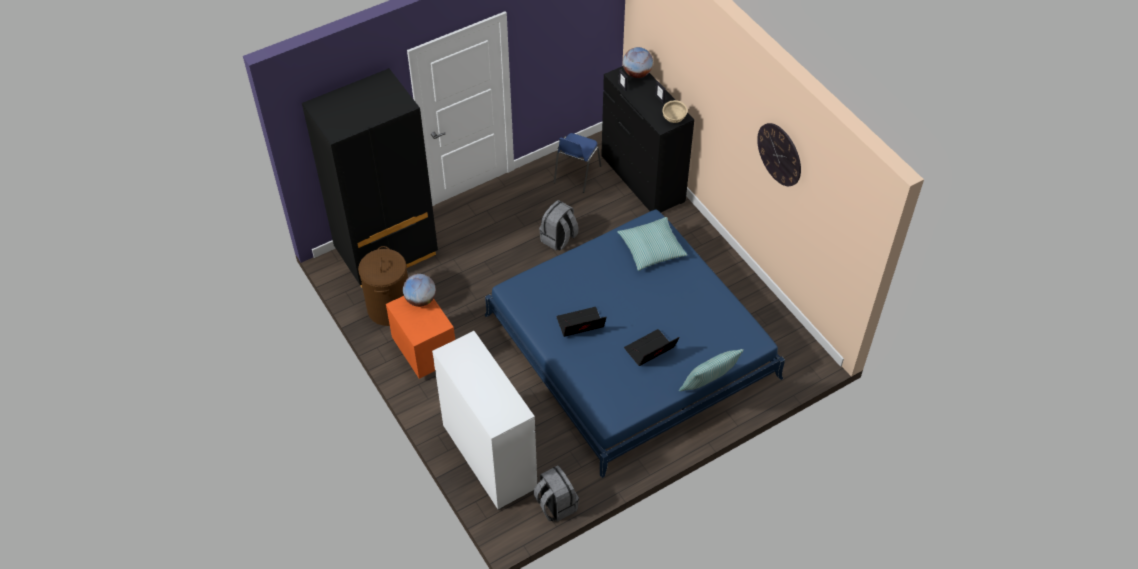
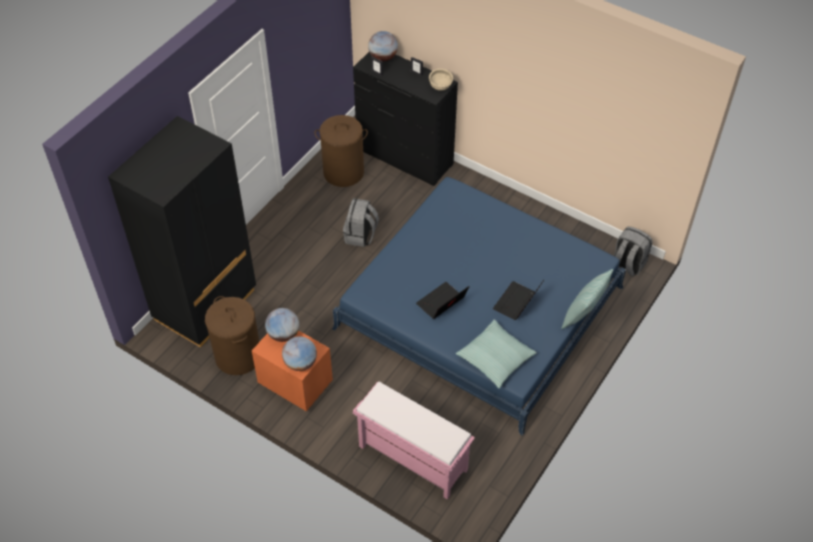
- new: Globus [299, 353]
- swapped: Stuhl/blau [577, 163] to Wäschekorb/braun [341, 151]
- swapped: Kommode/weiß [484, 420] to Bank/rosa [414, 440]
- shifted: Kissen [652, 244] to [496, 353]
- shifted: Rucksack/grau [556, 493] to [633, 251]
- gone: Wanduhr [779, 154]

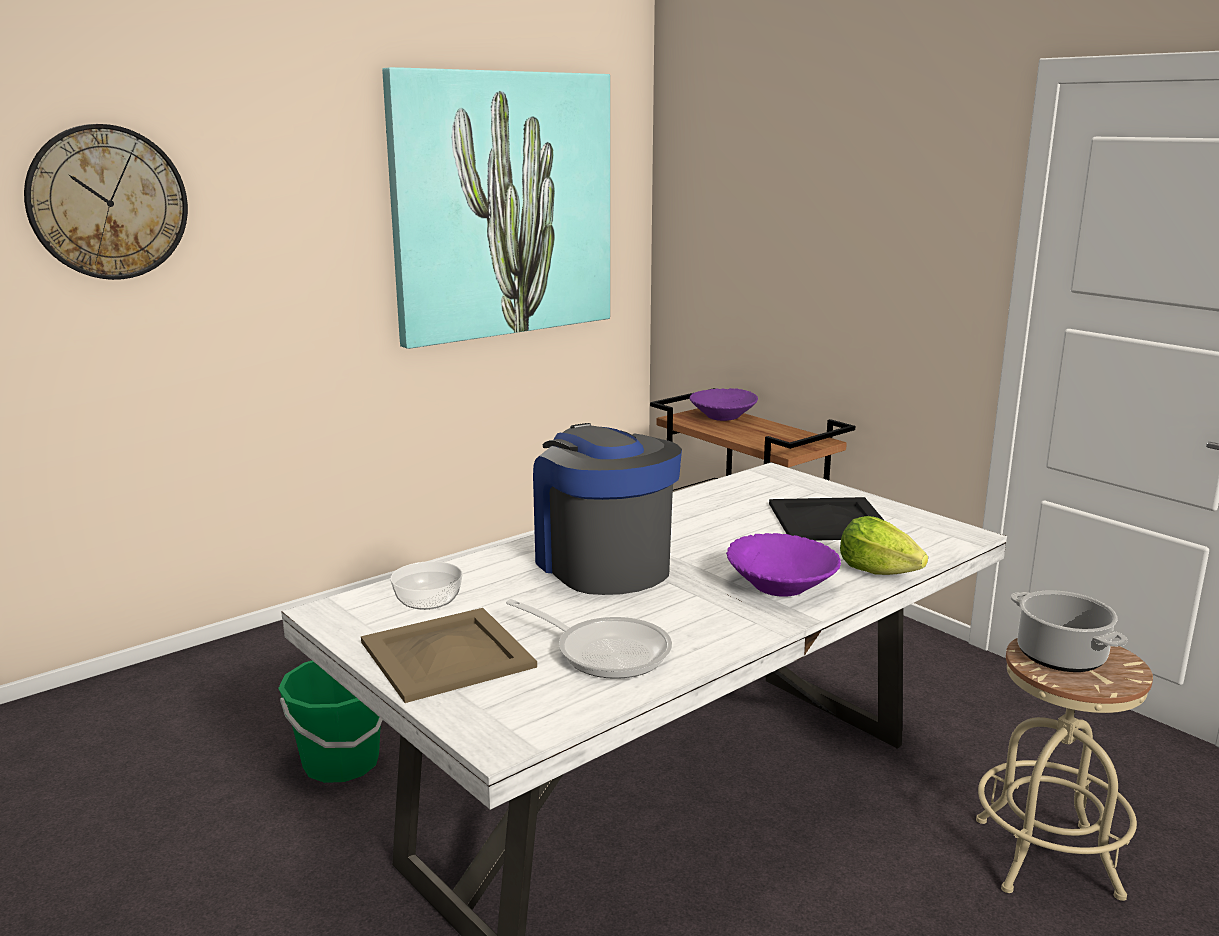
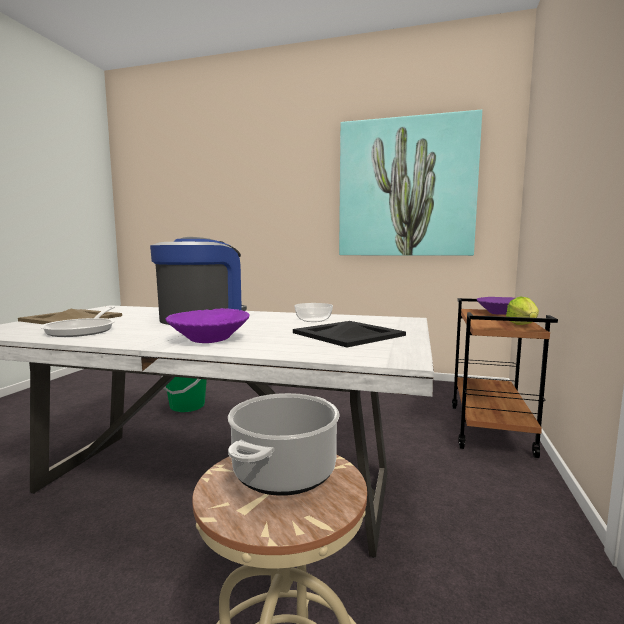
- shifted: Schüssel [426, 585] to [313, 312]
- shifted: Salatkopf [884, 545] to [522, 311]
- gone: Wanduhr [106, 202]

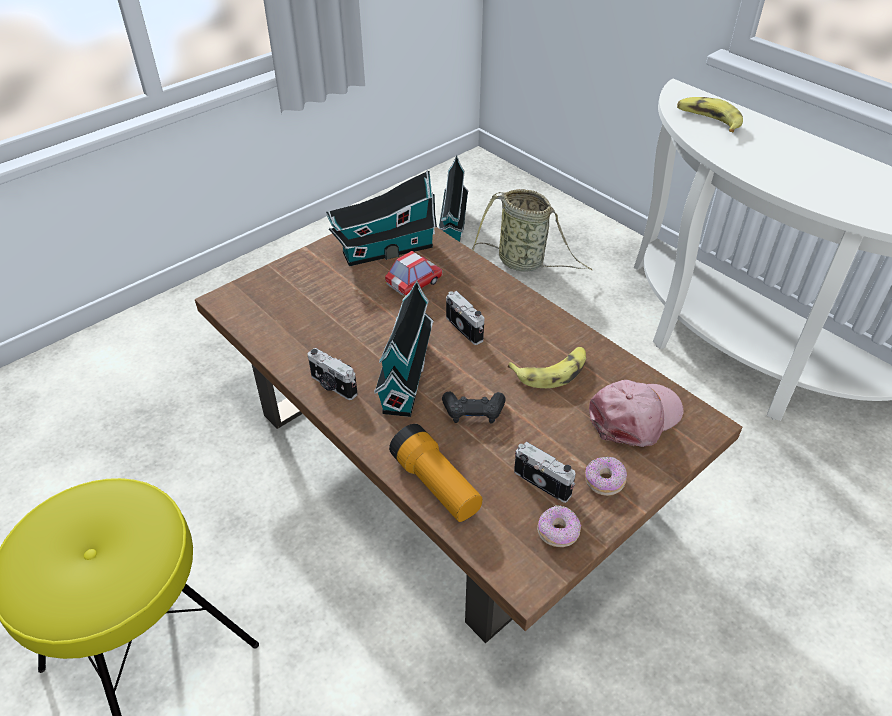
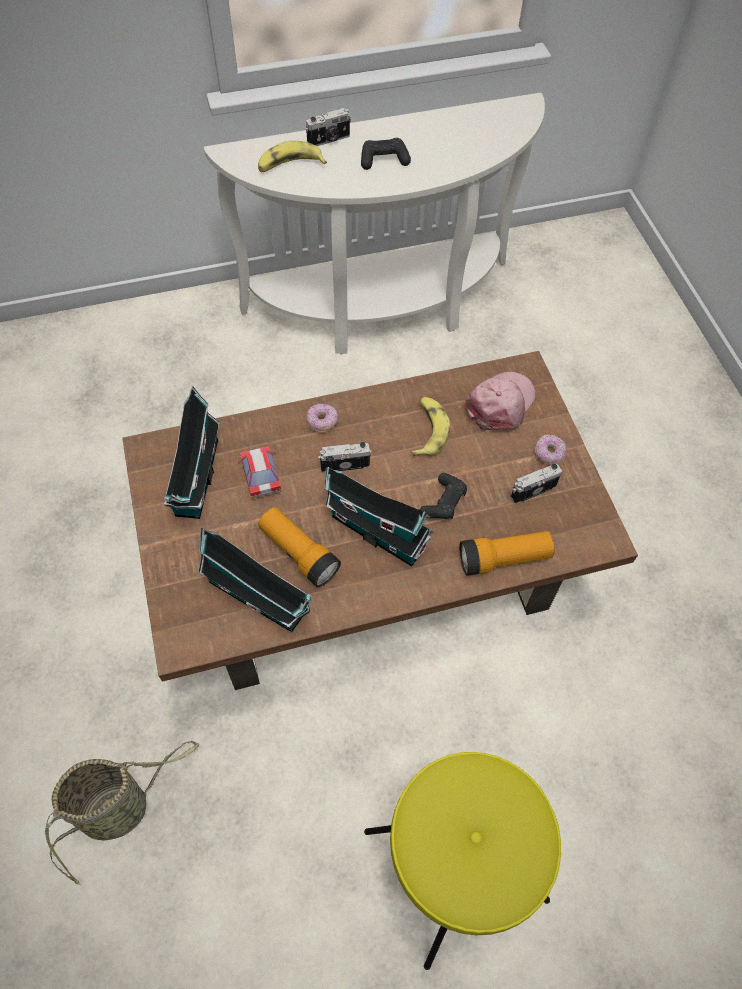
- shifted: Korb [532, 230] to [122, 813]
- shifted: Spielzeughaus [453, 198] to [255, 580]
- new: Taschenlampe [299, 547]
- shifted: Kamera [333, 374] to [328, 127]
- shifted: Donut [559, 526] to [322, 418]
- new: Gamepad/schwarz [386, 154]
- rotated: Kappe/rosa [636, 413] = [500, 401] 45 degrees clockwise

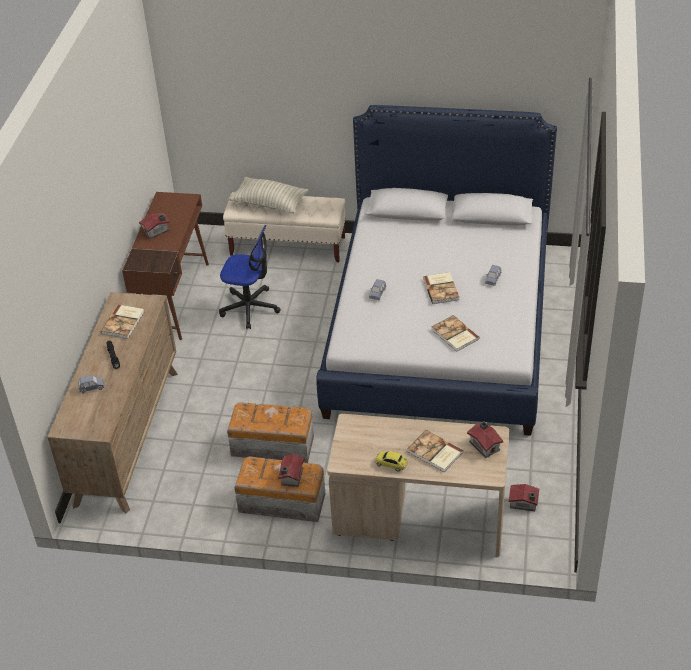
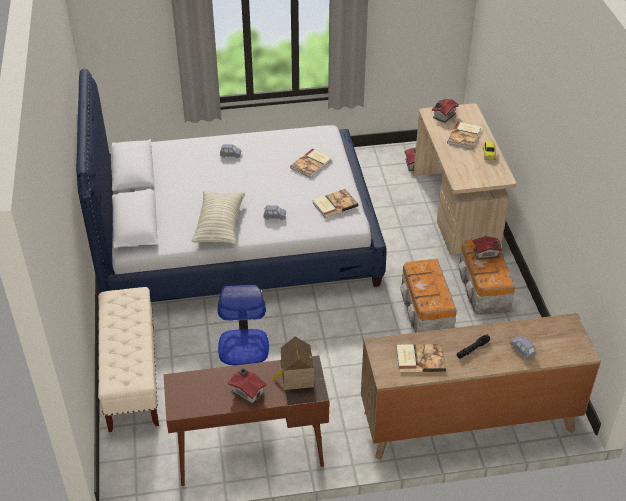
- shifted: Kissen [268, 195] to [218, 218]
- new: Spielzeughaus [293, 363]
- shifted: Buch [441, 288] to [335, 203]

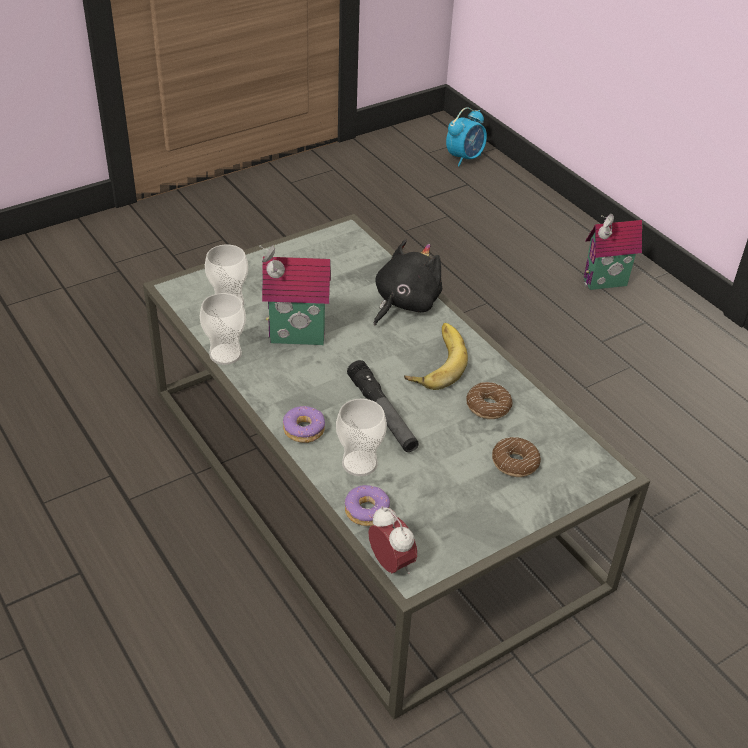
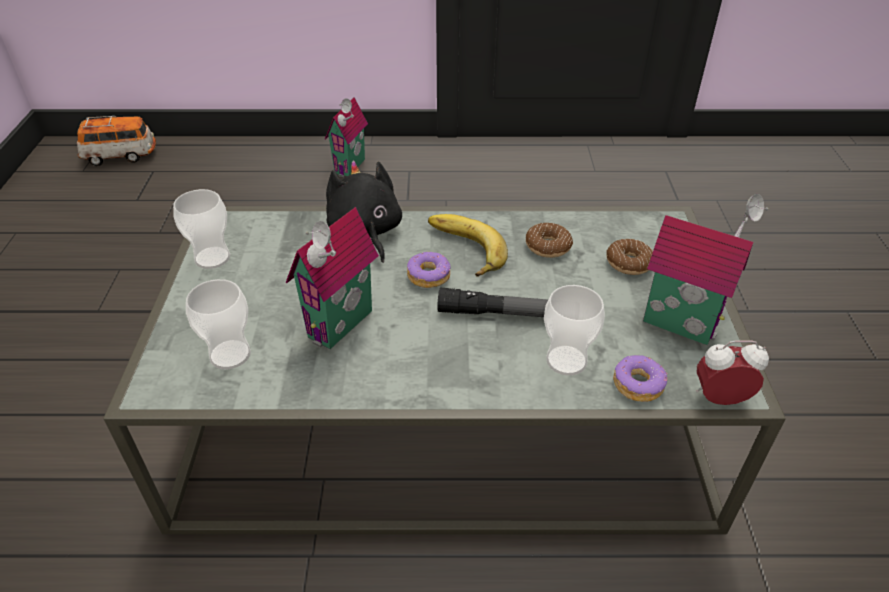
- swapped: Wecker [466, 136] to Spielzeugauto [116, 141]
- shifted: Tasse [223, 329] to [201, 229]
- shifted: Donut [304, 424] to [429, 270]
- new: Spielzeughaus [706, 269]

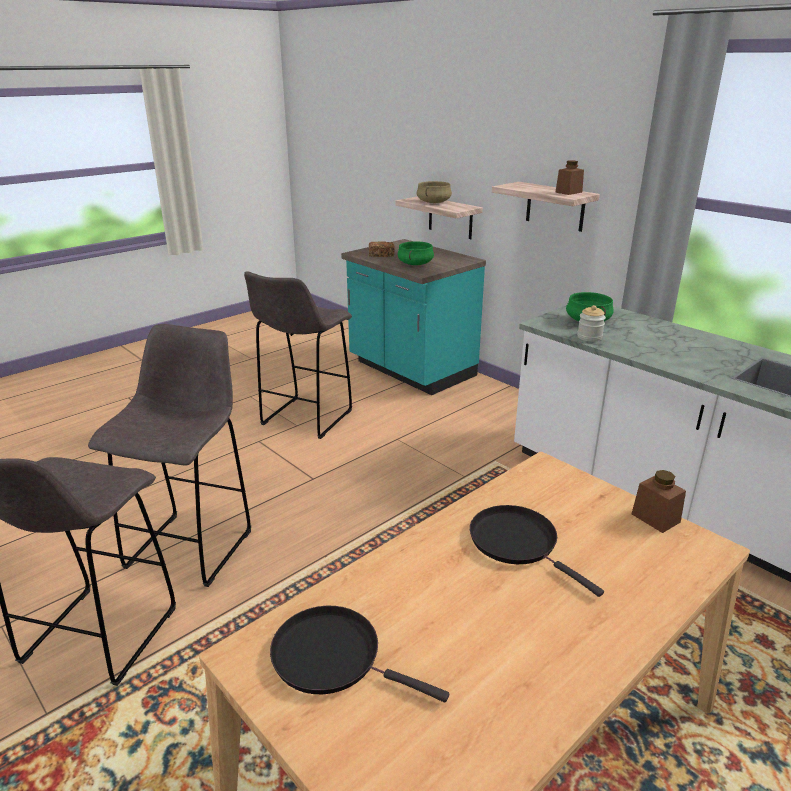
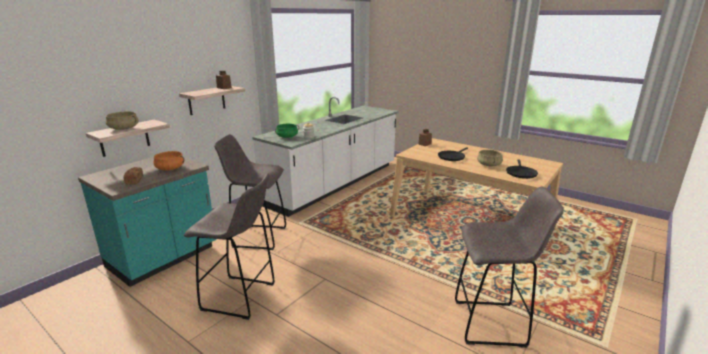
- repainted: Kochtopf/grün [415, 253] to Kochtopf/orange [168, 160]
- shifted: Hocker/grau [169, 455] to [250, 192]
- new: Kochtopf/beige [490, 158]

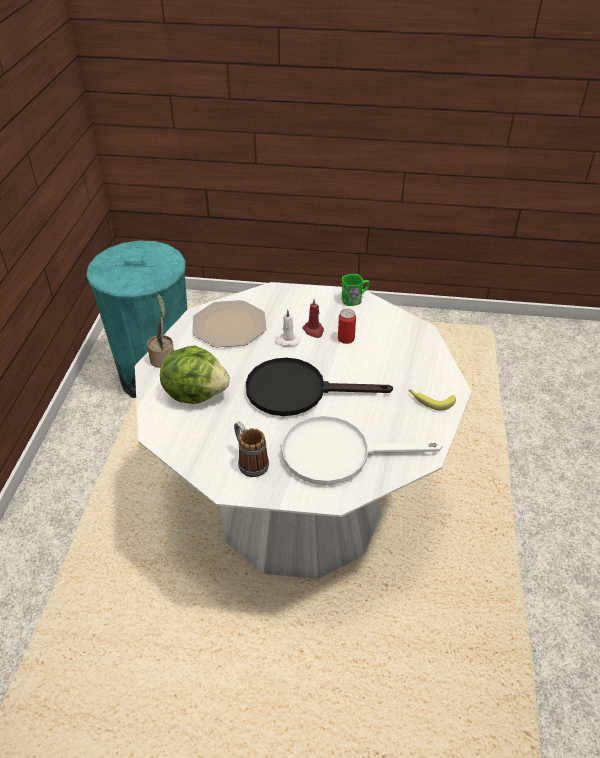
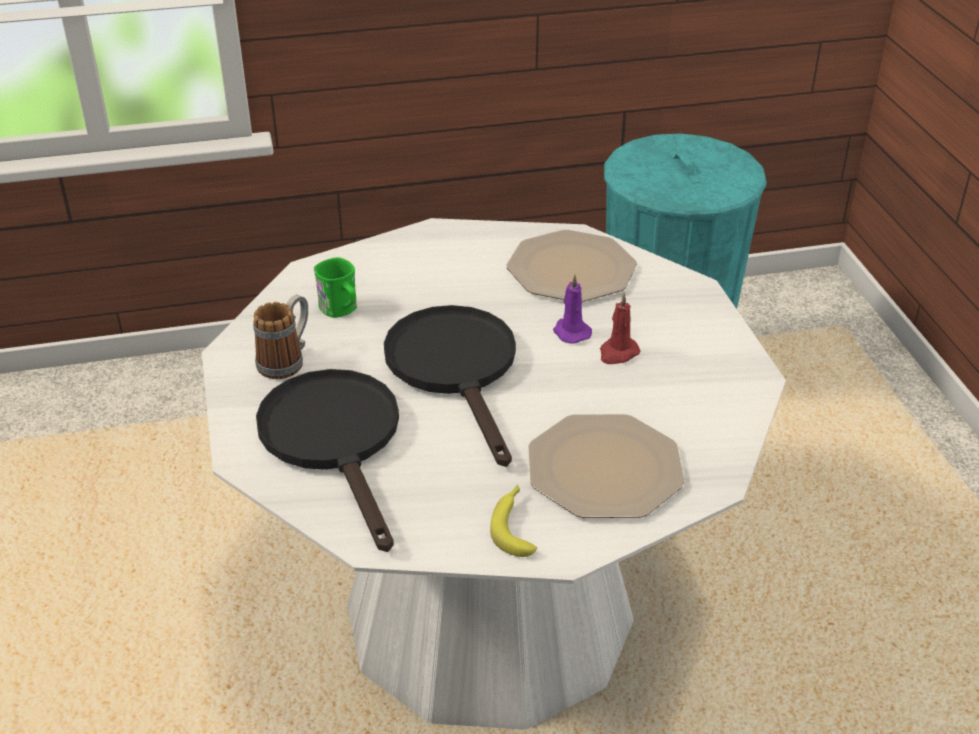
- repainted: Pfanne/weiß [362, 450] to Pfanne/schwarz [327, 460]
- shifted: Henkelbecher/grün [355, 290] to [335, 287]
- new: Teller [607, 466]
- repainted: Kerze/weiß [287, 328] to Kerze/lila [572, 309]
- gone: Topfpflanze [160, 331]
- gone: Salatkopf [195, 375]
- gone: Dose [347, 326]

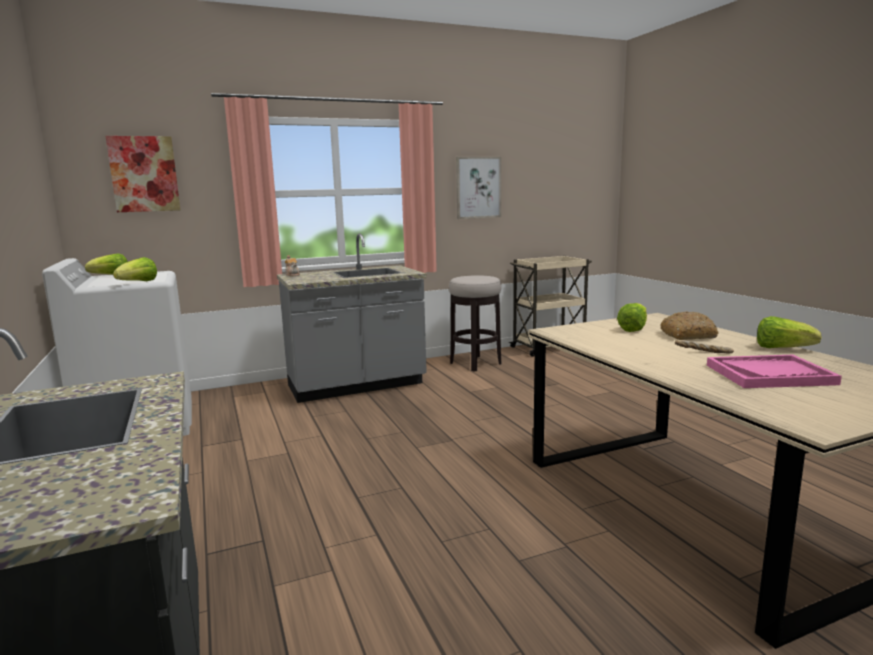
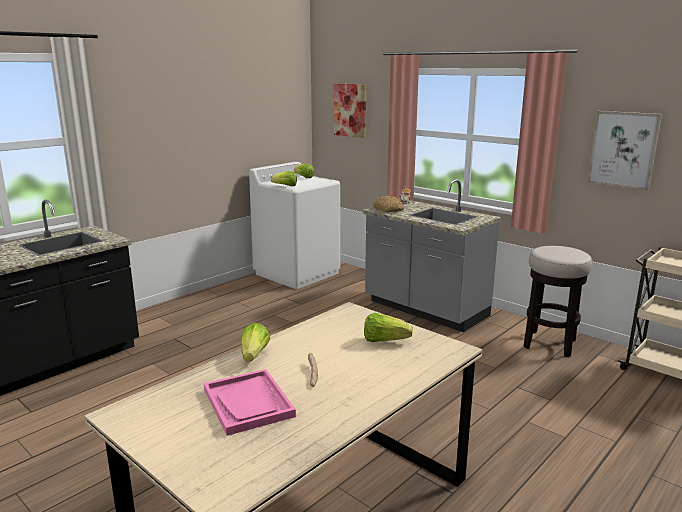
- shifted: Salatkopf [789, 332] to [255, 342]
- shifted: Brot [689, 325] to [388, 204]

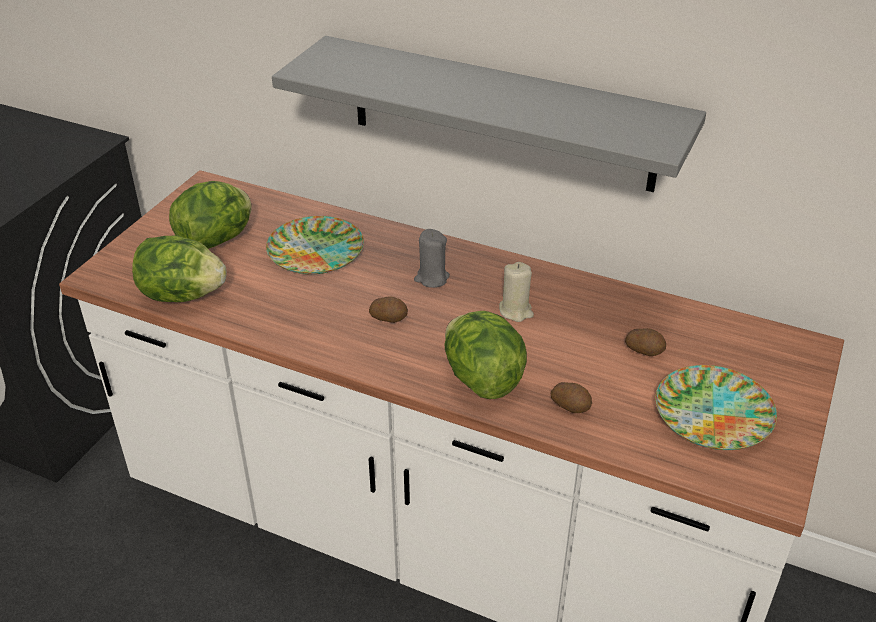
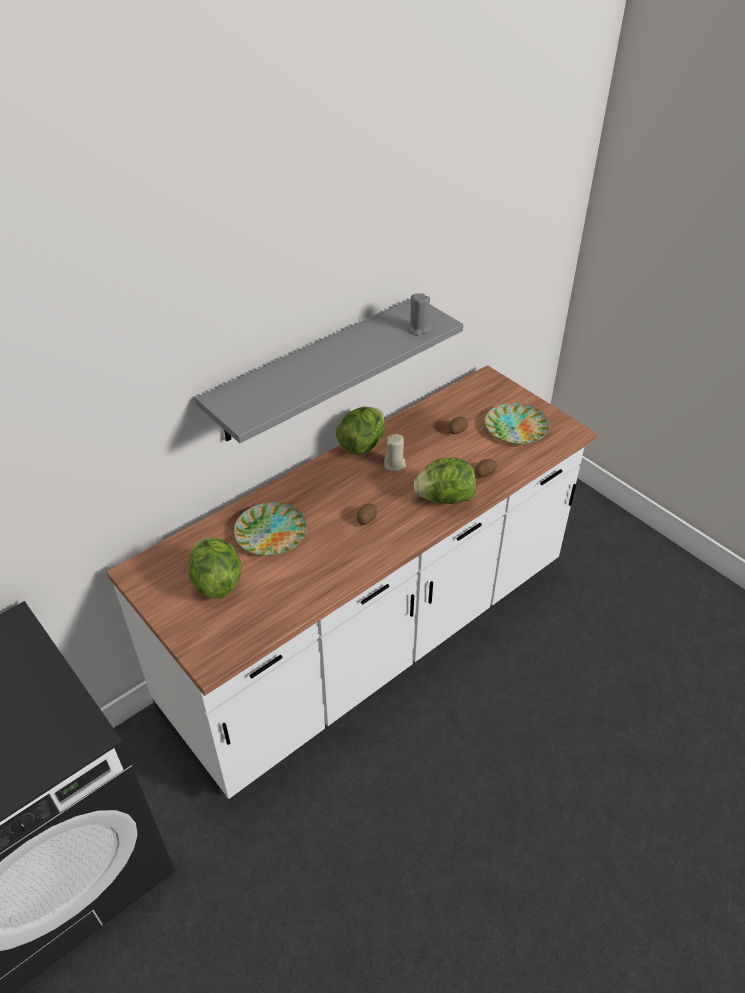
- shifted: Salatkopf [179, 269] to [360, 431]
- shifted: Kerze/grau [432, 258] to [420, 314]

